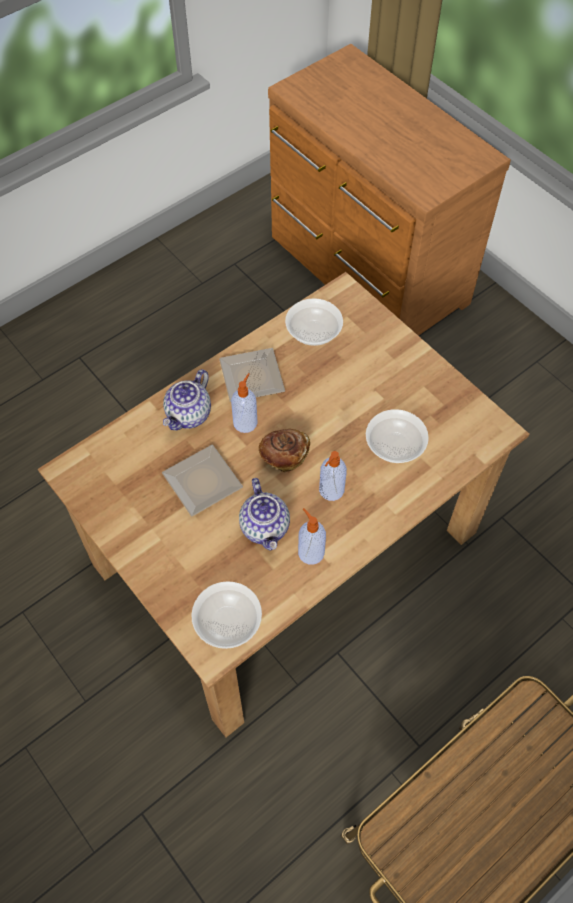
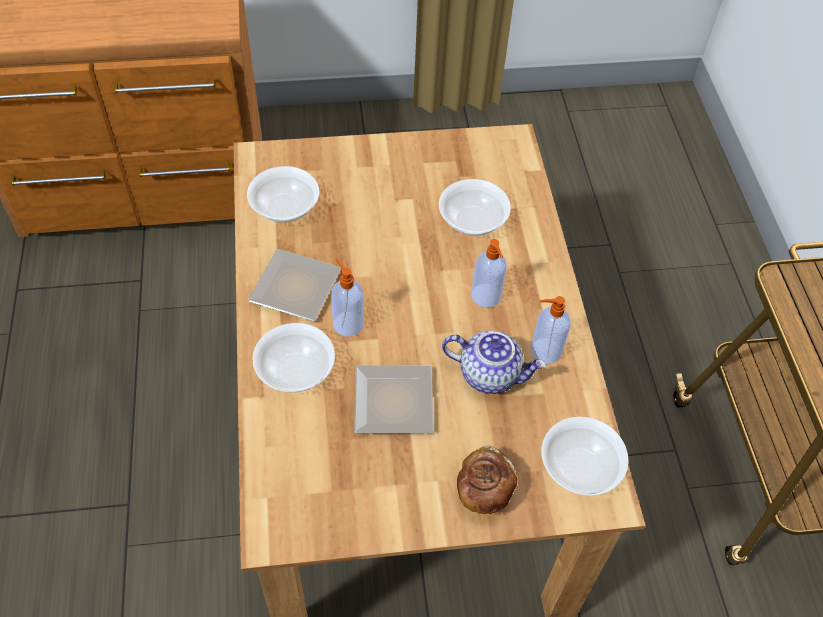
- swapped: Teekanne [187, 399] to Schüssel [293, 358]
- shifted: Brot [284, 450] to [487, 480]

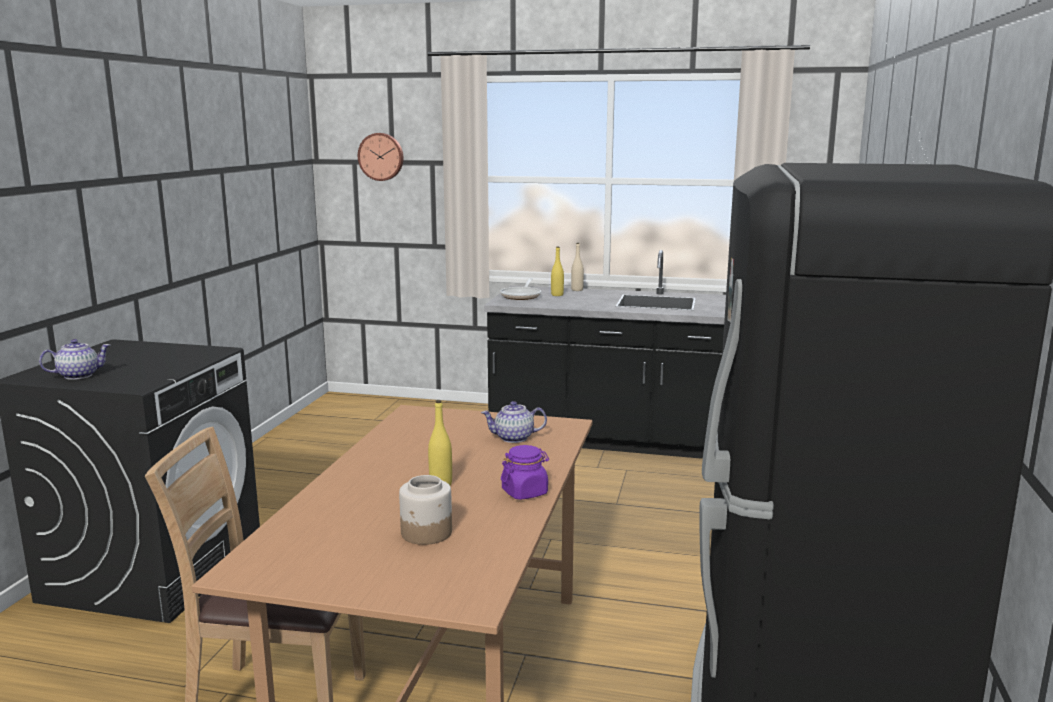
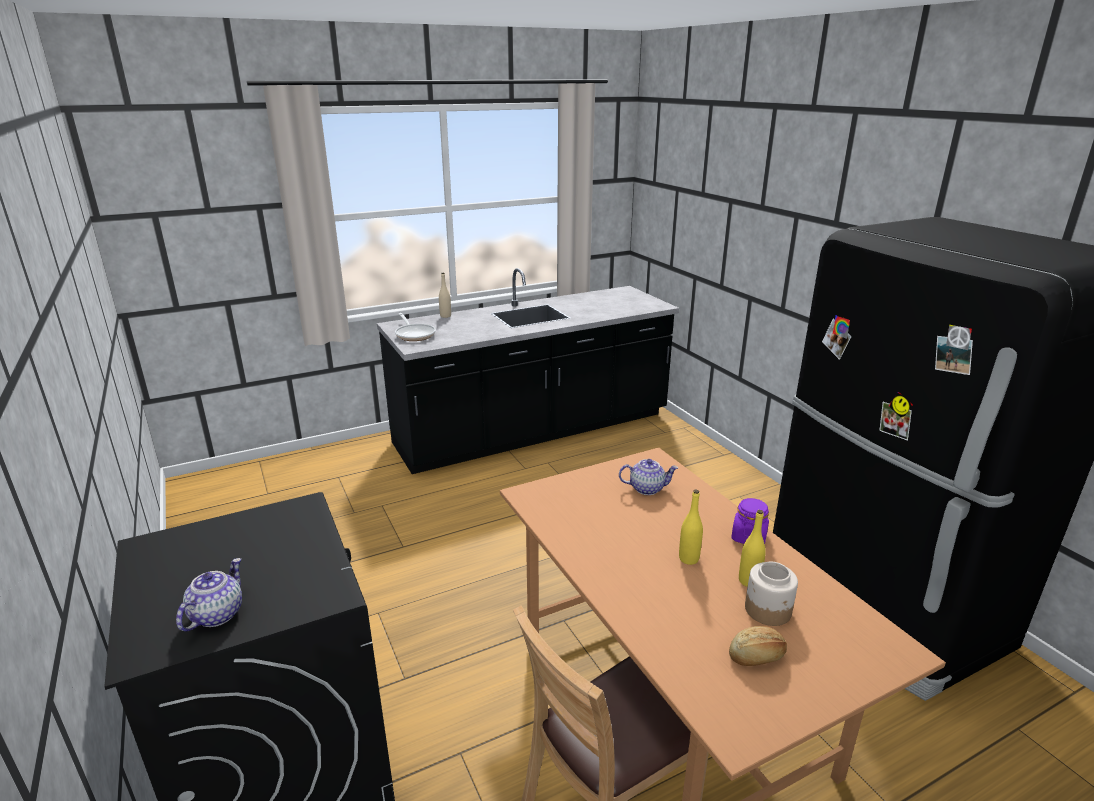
- rotated: Teekanne [514, 422] = [648, 477] 135 degrees counterclockwise
- new: Brot [758, 646]
- shifted: Flasche/gelb [557, 271] to [752, 548]
- gone: Wanduhr [381, 157]

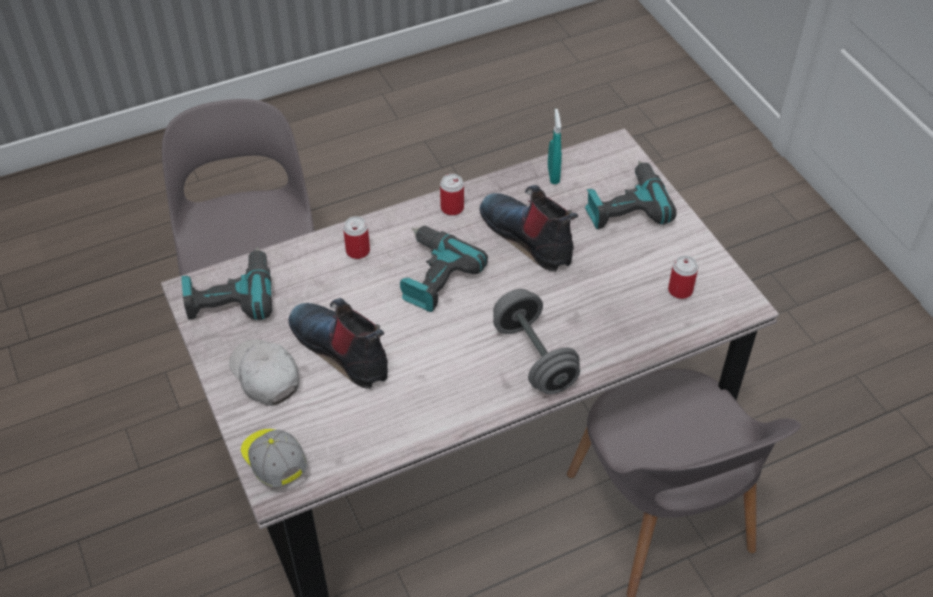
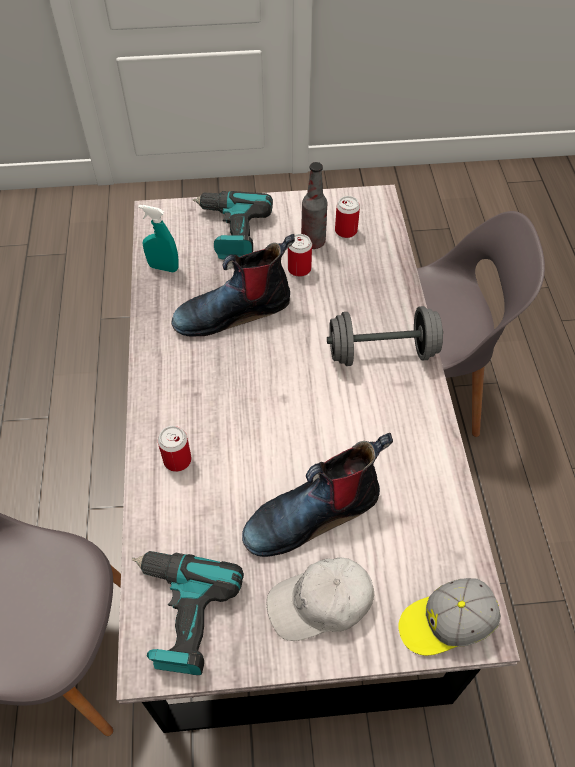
- shifted: Dose [452, 195] to [300, 255]
- new: Flasche [314, 205]
- gone: Bohrmaschine [444, 269]

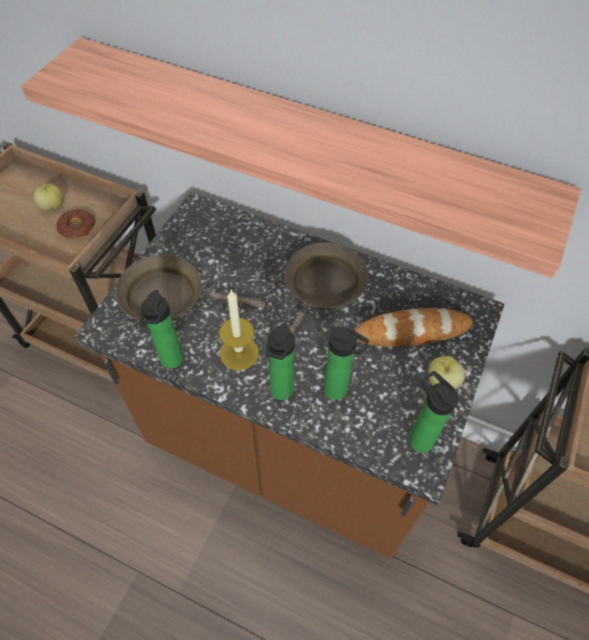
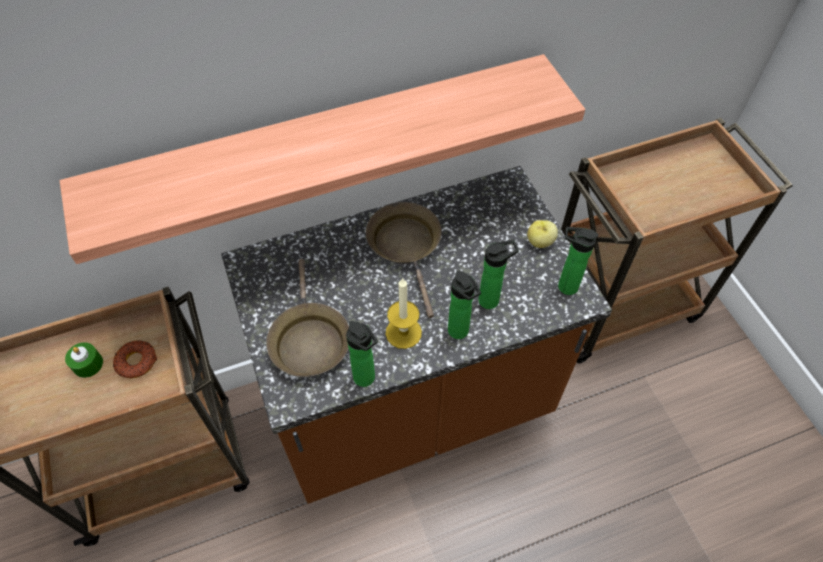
- swapped: Apfel [48, 197] to Kerze/grün [84, 360]
- rotated: Pfanne/braun [190, 288] = [307, 318] 60 degrees counterclockwise
- gone: Brot [413, 327]

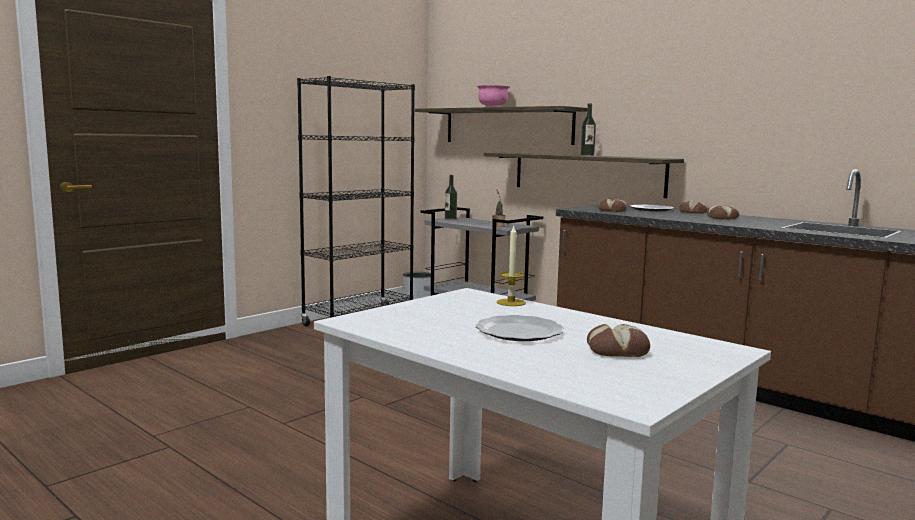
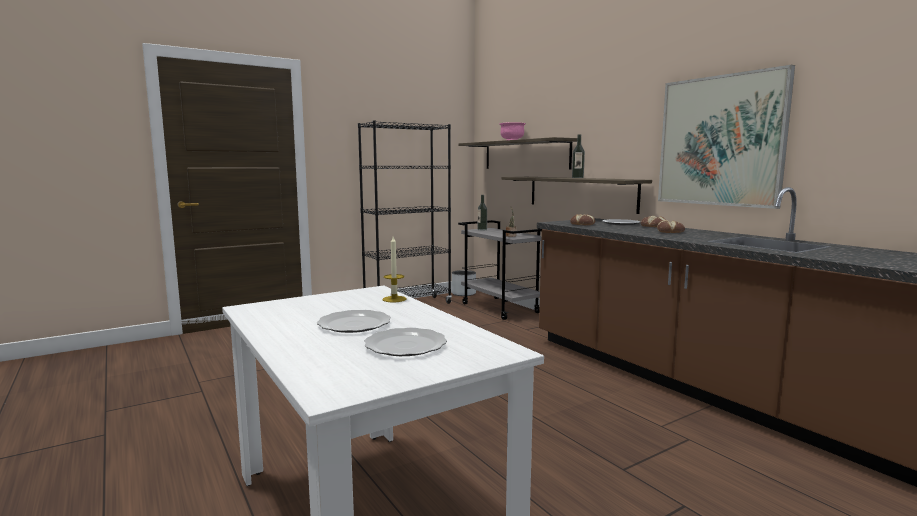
- swapped: Brot [618, 340] to Teller [406, 342]
- new: Bild [726, 137]

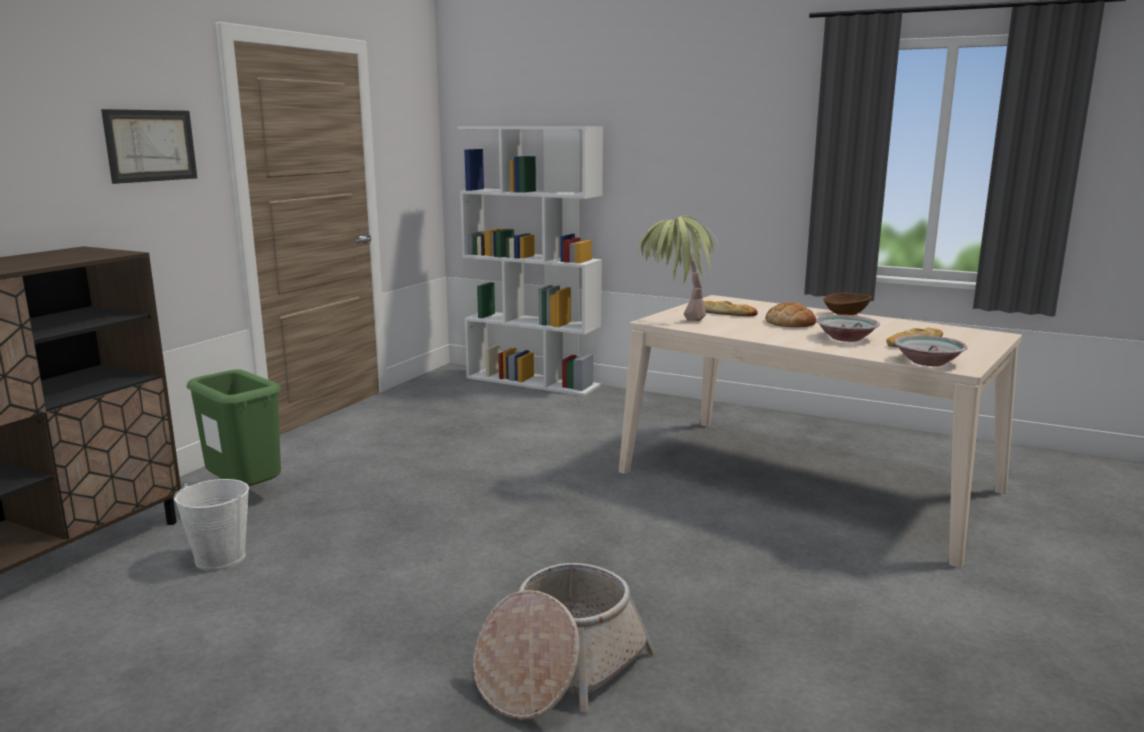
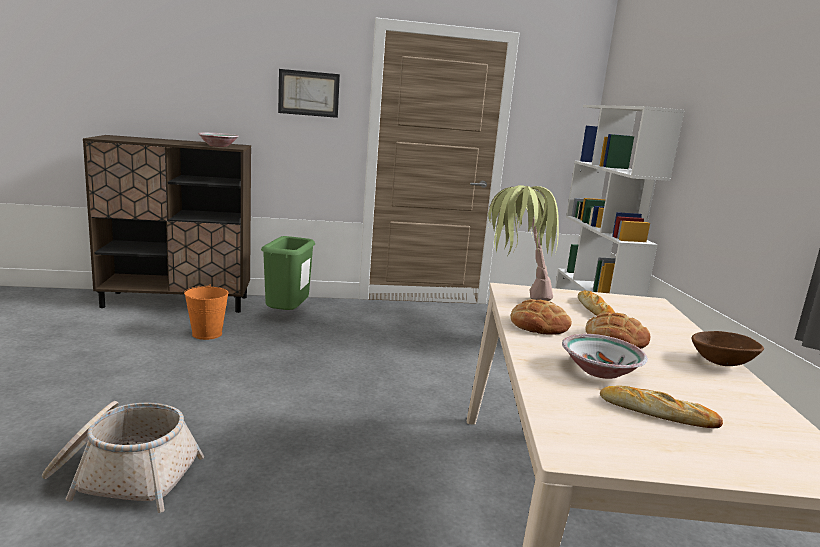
- repainted: Eimer/weiß [211, 525] to Eimer/orange [206, 312]
- shifted: Schüssel [930, 350] to [218, 140]
- new: Brot [541, 317]

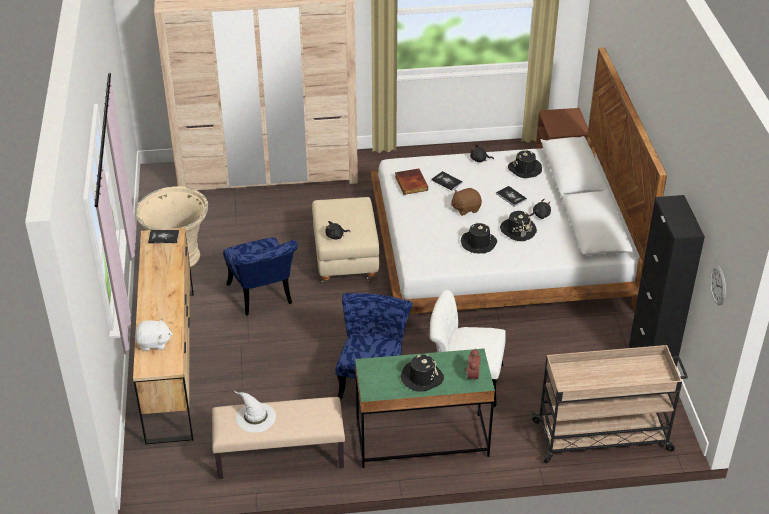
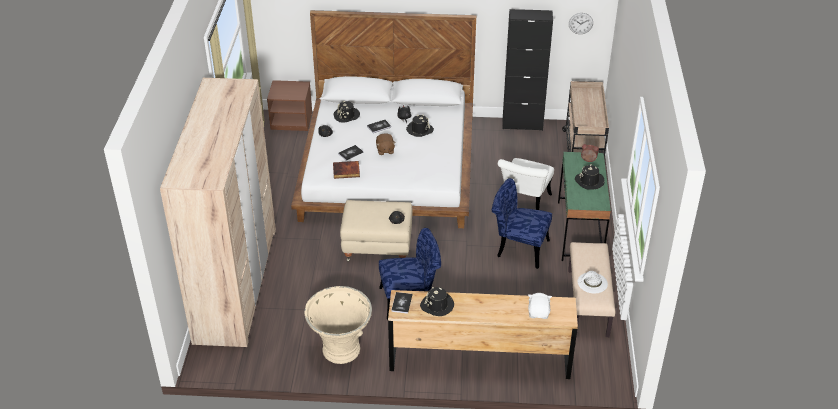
- shifted: Hut/schwarz [479, 238] to [437, 301]

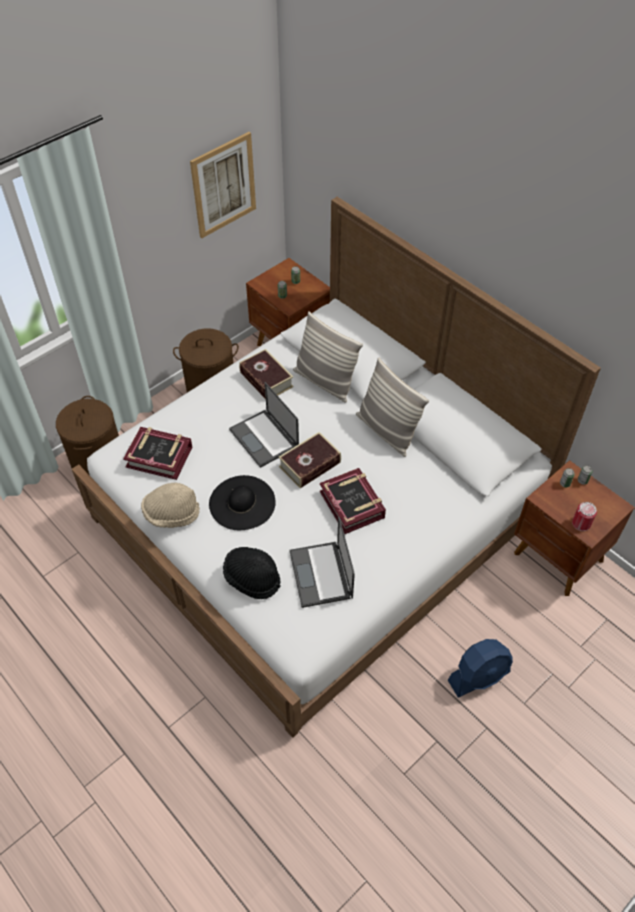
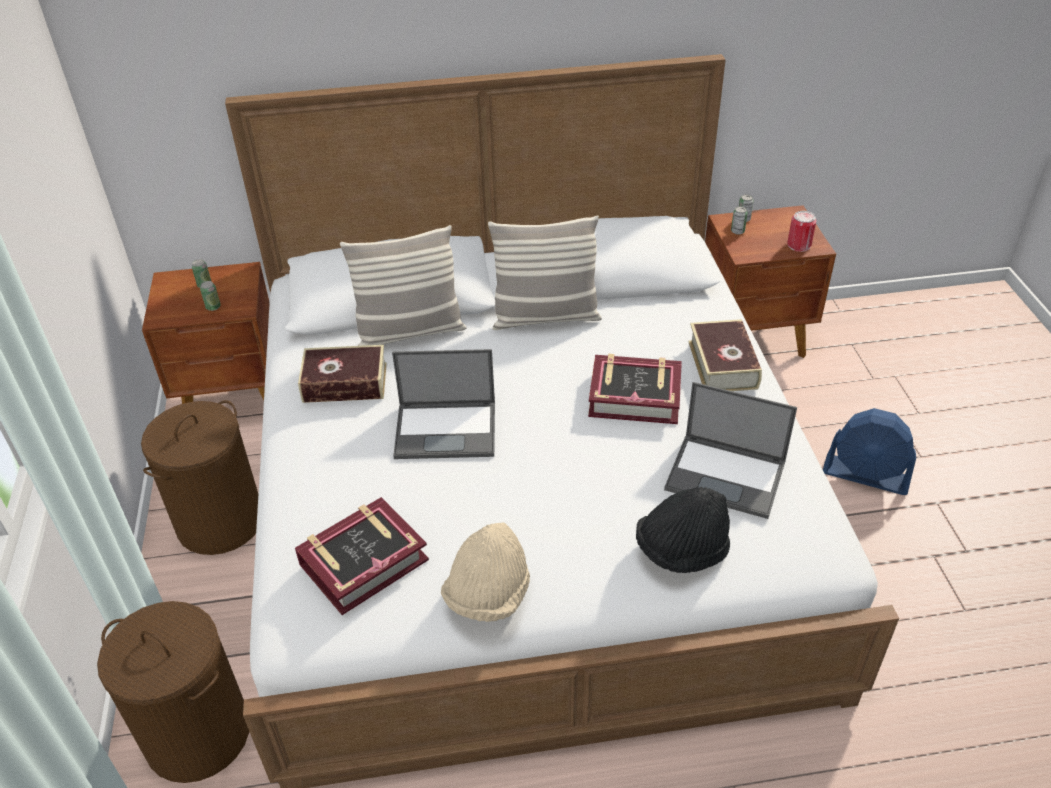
- shifted: Buch [310, 460] to [725, 355]
- rotated: Ventilator/blau [480, 668] = [869, 451] 105 degrees clockwise
- gone: Bild [223, 185]
- gone: Hut/schwarz [242, 502]

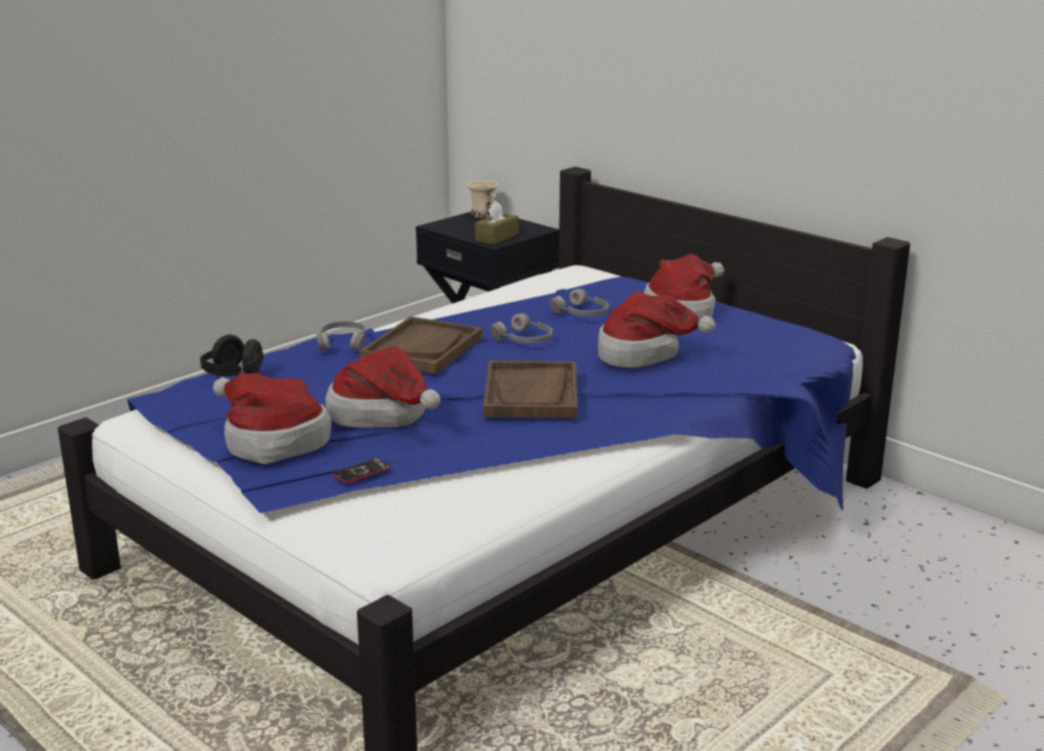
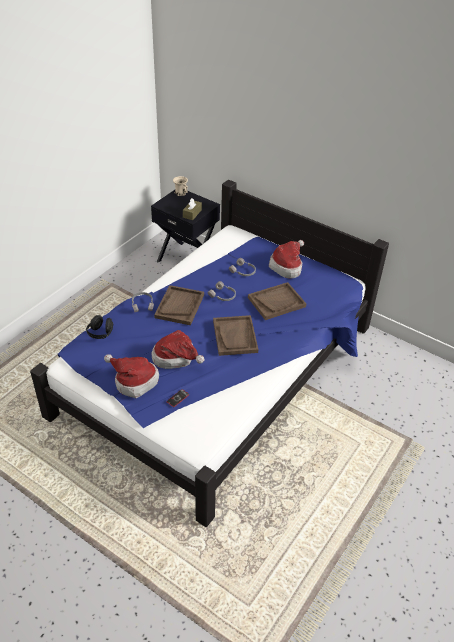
- swapped: Hut [657, 329] to Tablett/braun [277, 301]

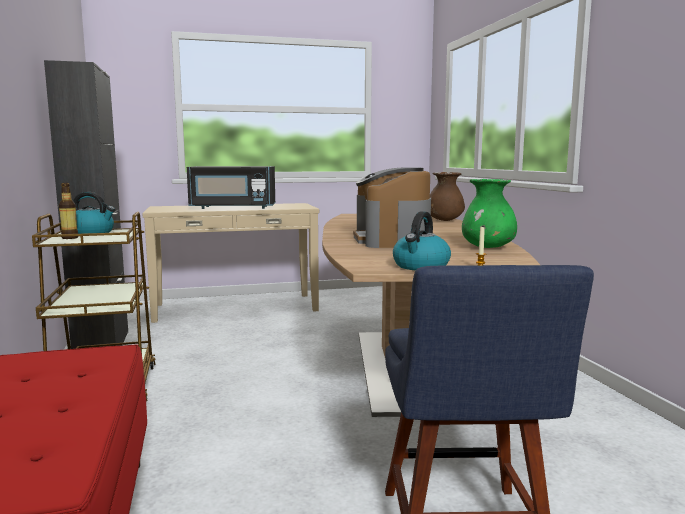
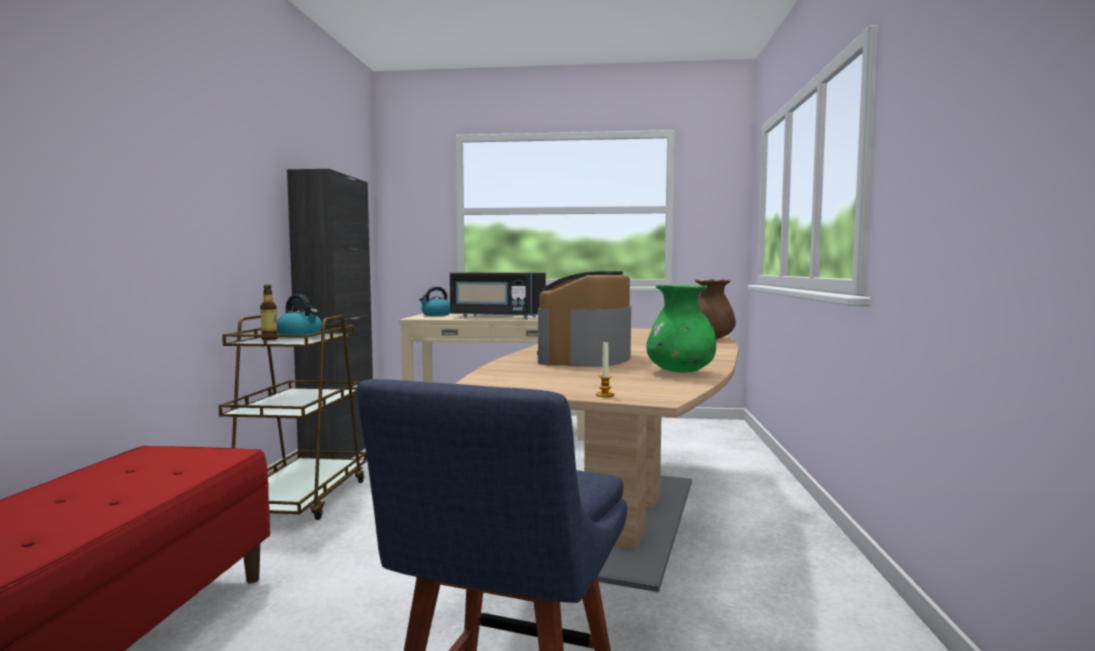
- shifted: Wasserkessel [422, 240] to [434, 301]

